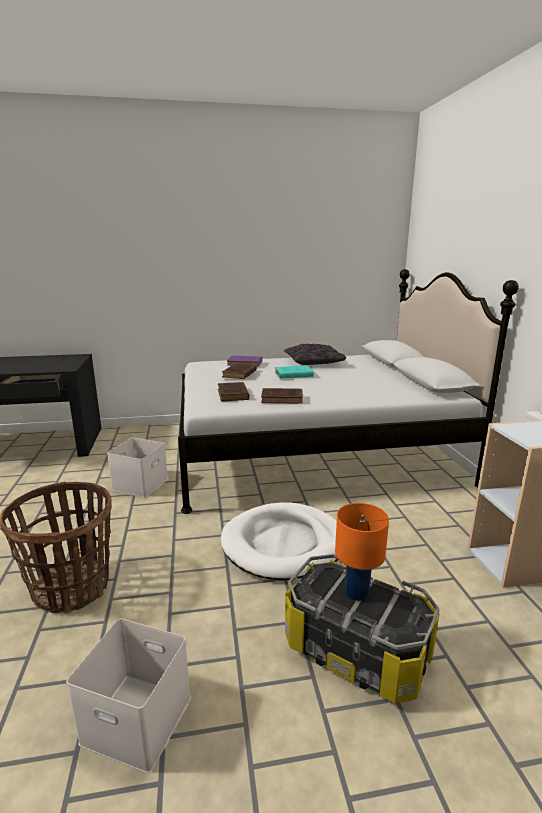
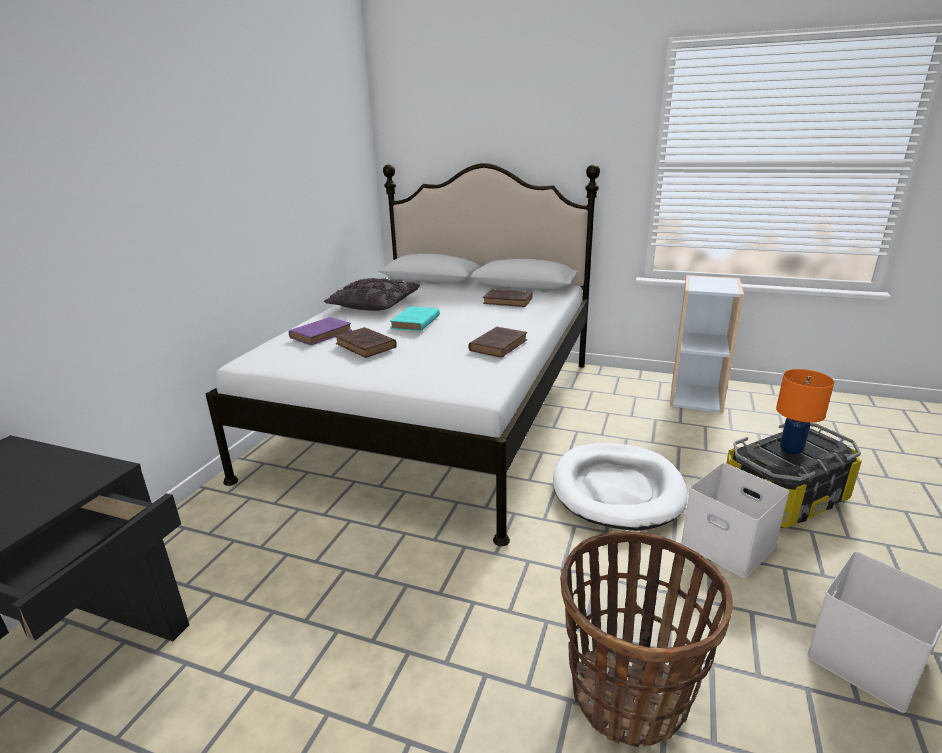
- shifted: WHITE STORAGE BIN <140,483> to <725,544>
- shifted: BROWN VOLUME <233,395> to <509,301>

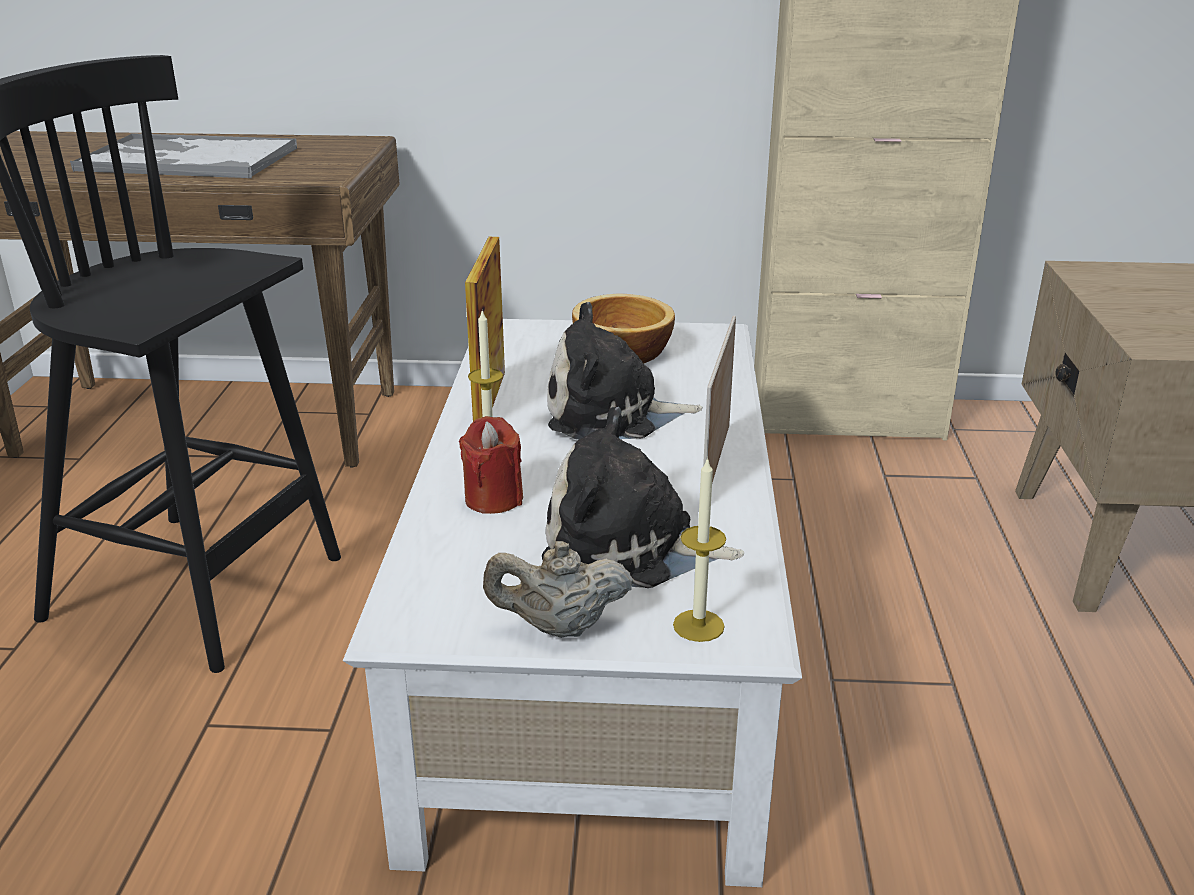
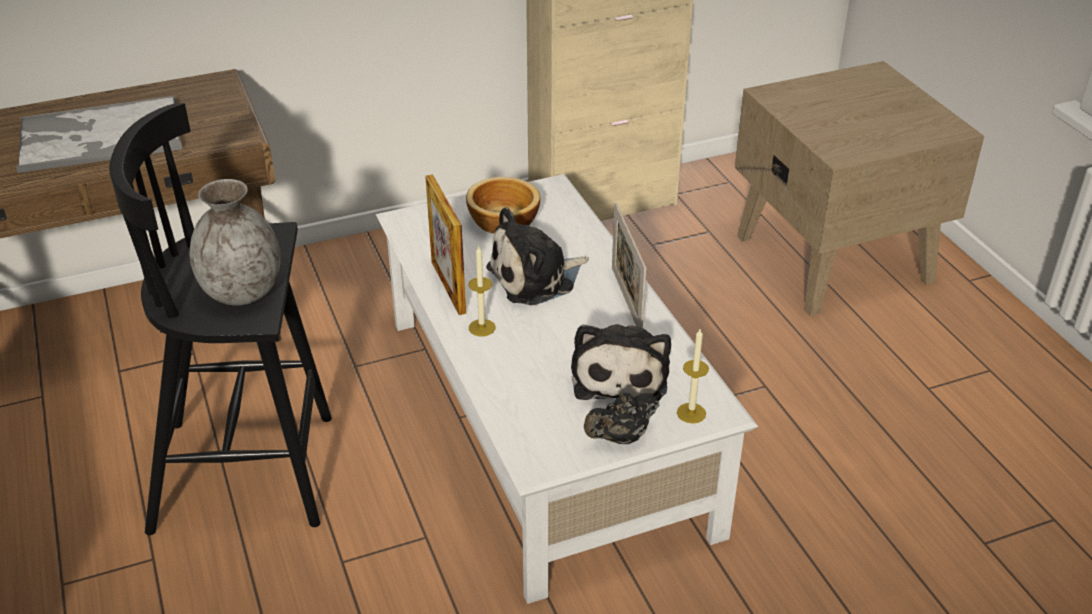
- gone: RED CANDLE <493,499>
- new: GREY FLOWER VASE <243,292>
- repainted: SAND-COLOURED POT FOR TEA <559,627> to BLACK-COLOURED POT FOR TEA <621,438>
- rotated: SOFT TOY <629,547> = <620,374> 75 degrees counterclockwise

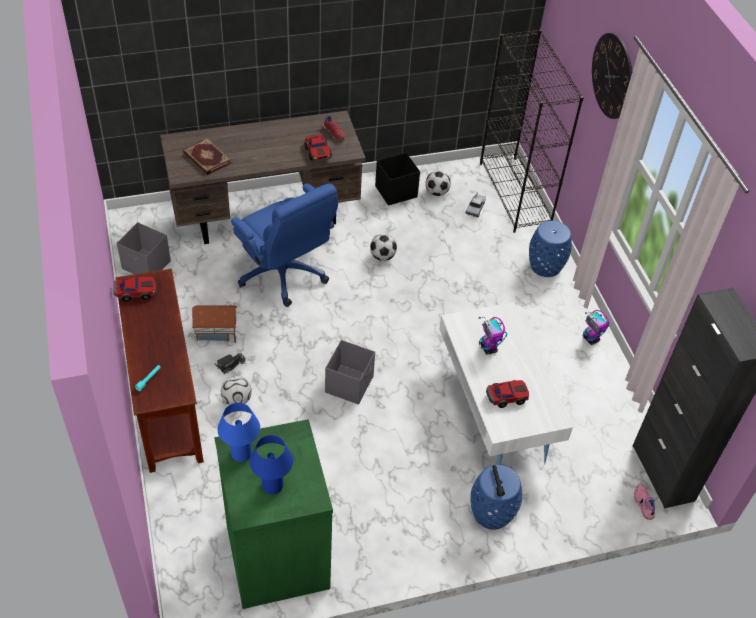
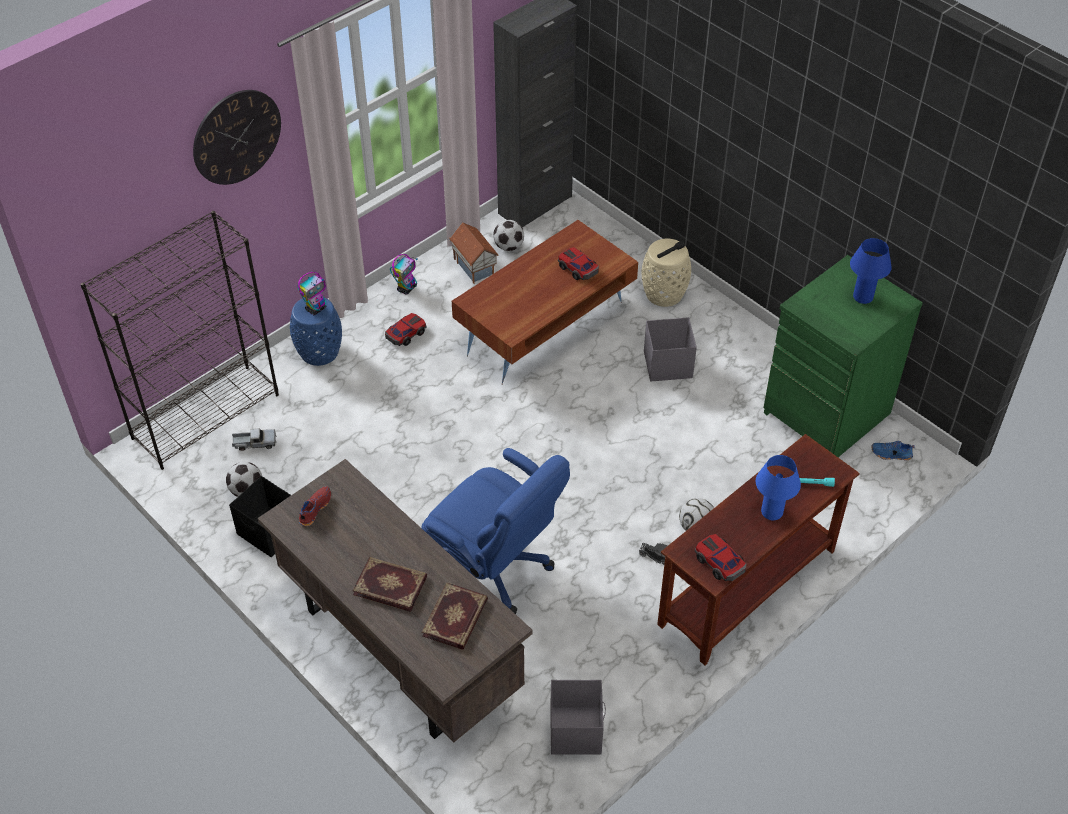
- gone: PINK-COLOURED LOW SHOE <643,503>
- new: VOLUME <390,584>
- new: BLUE LOW SHOE <891,454>
- shifted: TOY HOUSE <216,333> to <475,266>
- shifted: BLUE TABLETOP LAMP <241,453> to <772,512>
- shifted: MODEL CAR <318,152> to <405,334>
- shifted: GREY STORAGE BIN <350,384> to <667,365>
- shifted: FOOTBALL <382,256> to <509,247>
- shifted: MODEL ROBOT <488,348> to <316,308>
- repainted: WHITE LOW TABLE <494,406> to BROWN LOW TABLE <545,329>
- repainted: BLUE STOOL SEAT <491,513> to SAND-COLOURED STOOL SEAT <664,294>
- rotated: BLUE COMPUTER CHAIR <285,277> = <494,573> 105 degrees clockwise

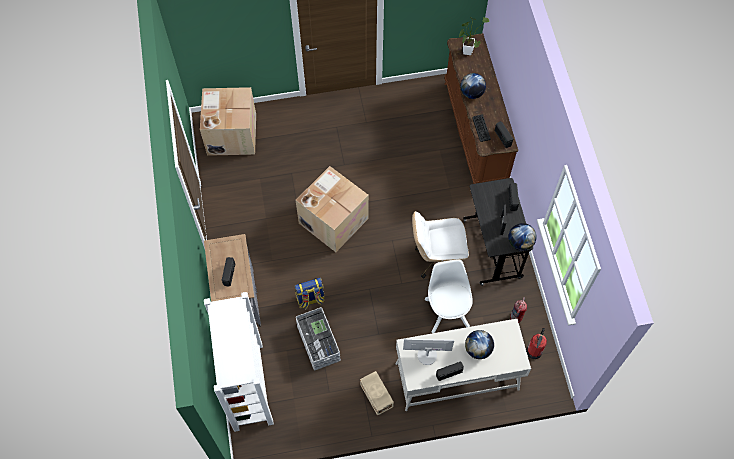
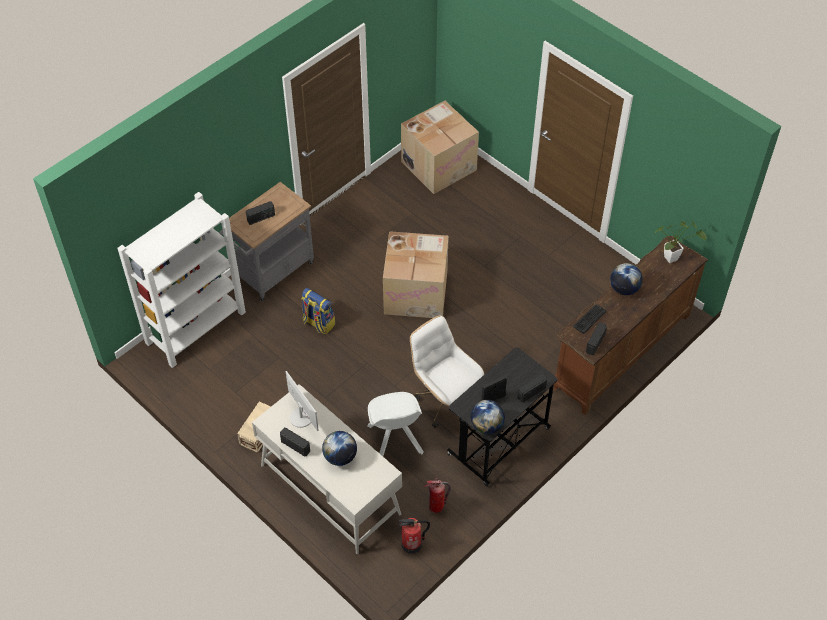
- gone: GREY STORAGE BIN <319,342>
- rotated: WHITE CHAIR <447,311> = <395,440> 120 degrees clockwise

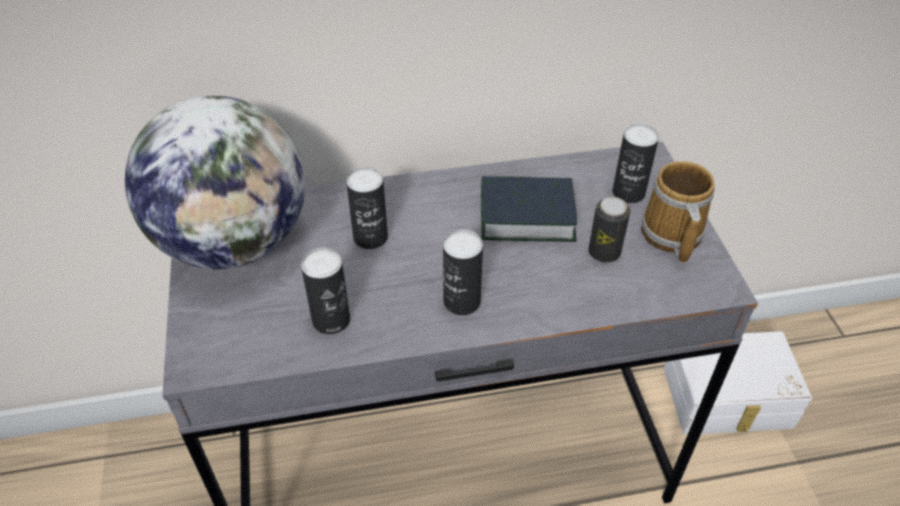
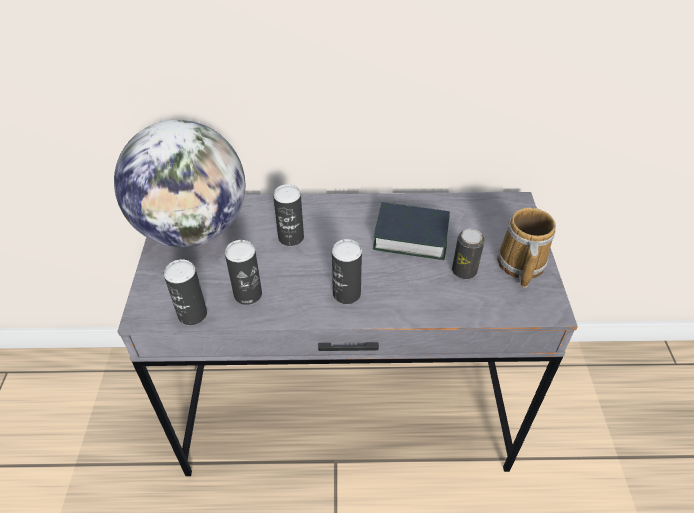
- gone: WHITE STORAGE BIN <728,399>
- shifted: CAN <628,193> to <192,314>

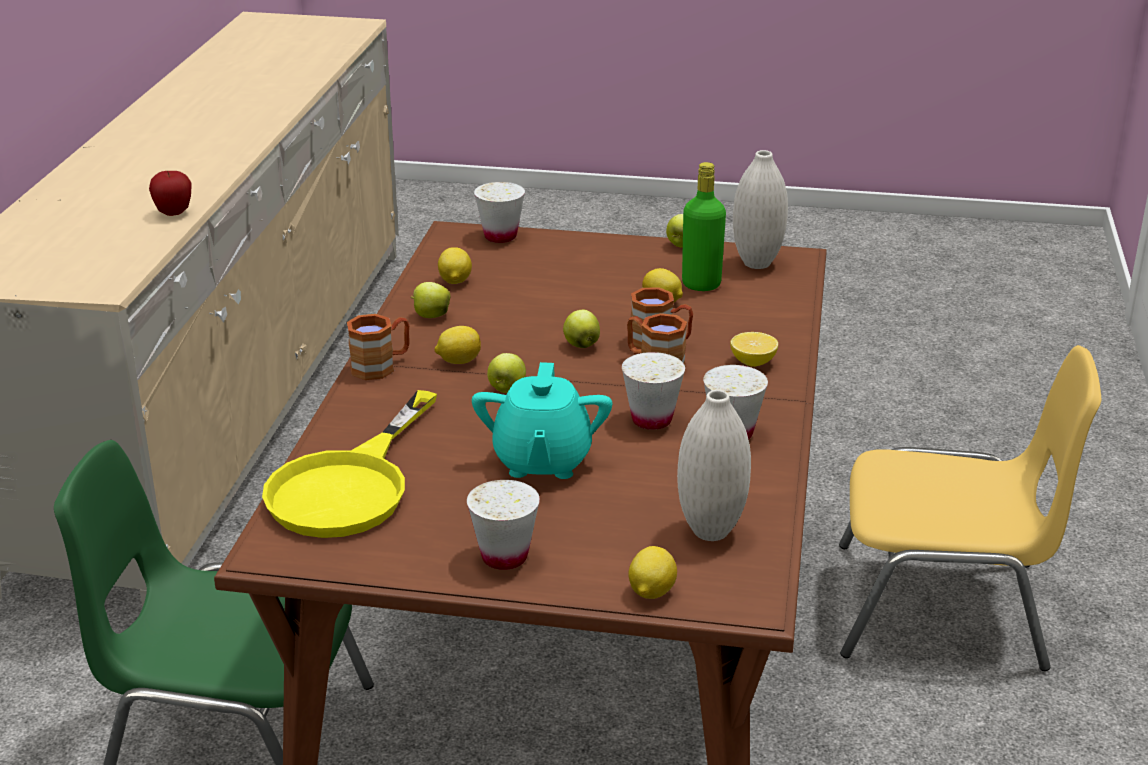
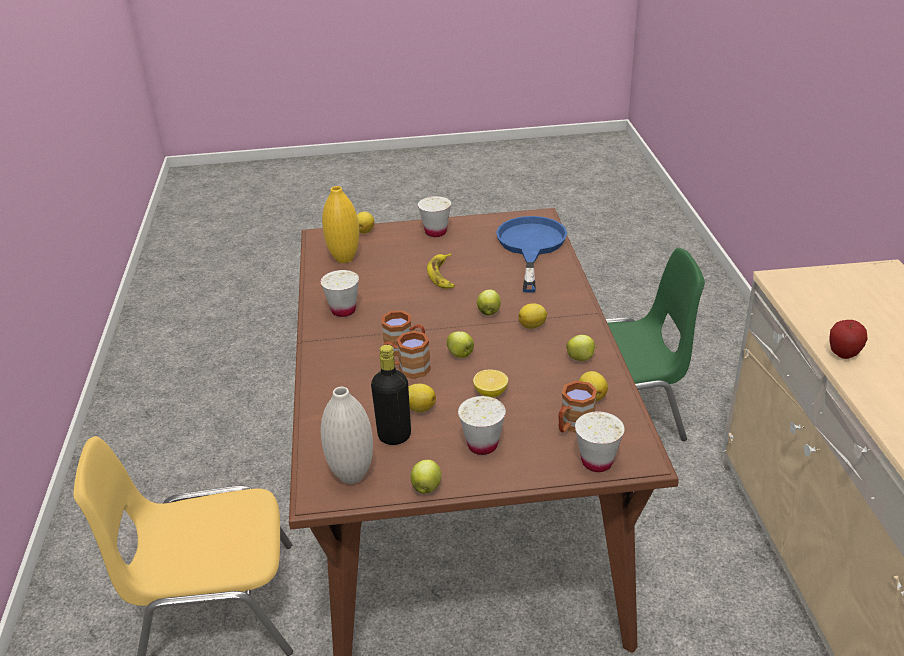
- shifted: BROWN MUG <381,366> to <573,425>
- shifted: WHITE SMALL CUP <651,420> to <482,445>
- shifted: CITRUS FRUIT <753,362> to <490,393>
- swapped: TURQUOISE-COLOURED POT FOR TEA <542,461> to BANANA FRUIT <443,275>
- repainted: YELLOW PAN <350,485> to BLUE PAN <530,246>
- repainted: WHITE FLOWER VASE <710,531> to YELLOW FLOWER VASE <344,259>
- repainted: GREEN-COLOURED BEVERAGE BOTTLE <701,284> to BLACK-COLOURED BEVERAGE BOTTLE <394,436>

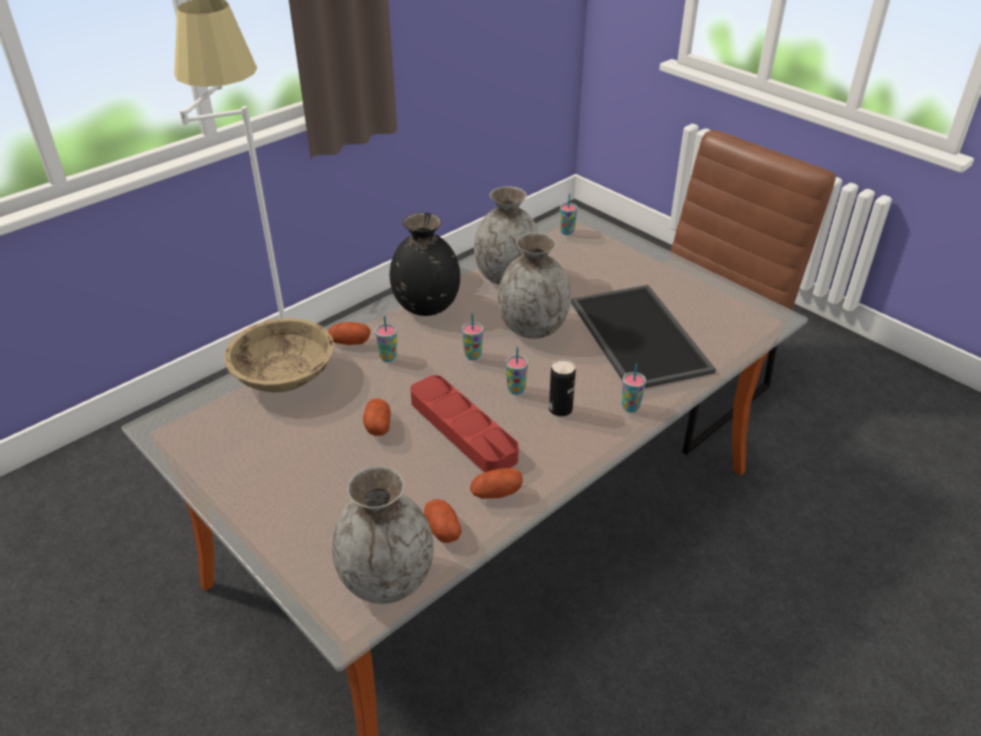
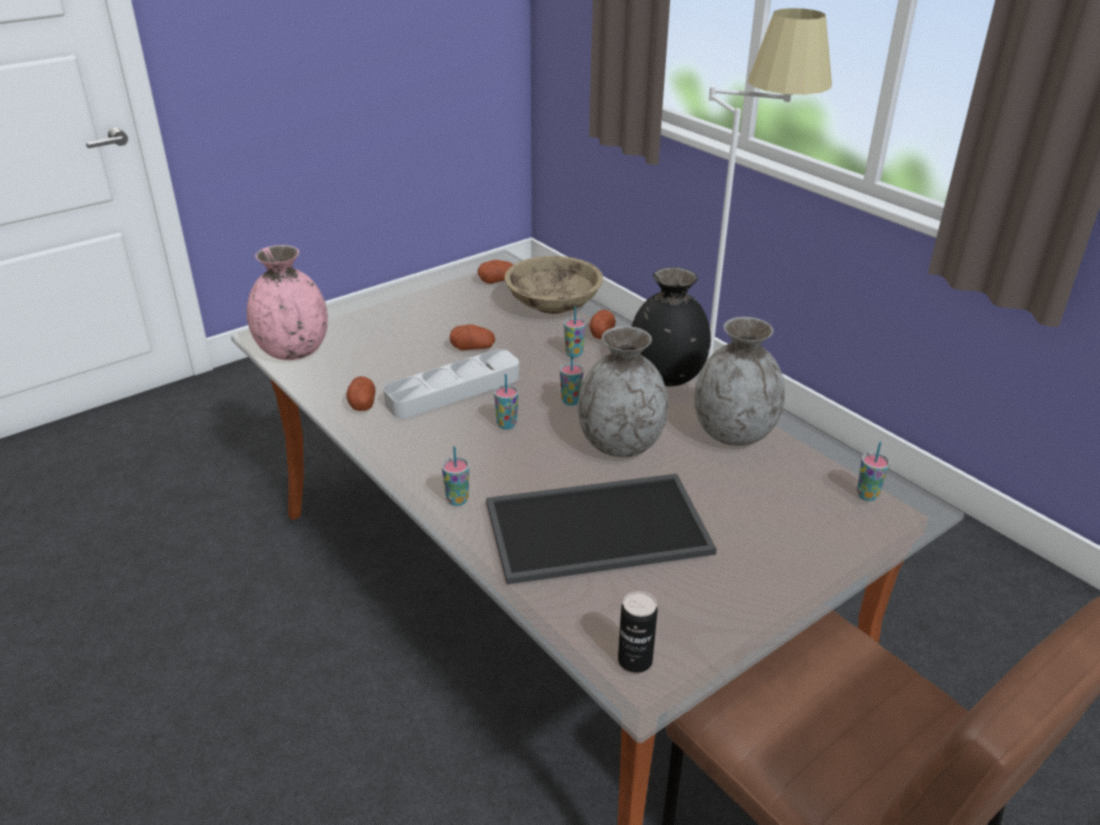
- shifted: WHOLE POTATO <442,529> to <497,281>
- shifted: CAN <560,409> to <635,660>
- repainted: GREY FLOWER VASE <387,580> to PINK-COLOURED FLOWER VASE <293,351>
- repainted: RED TRAY <462,429> to GREY TRAY <453,390>

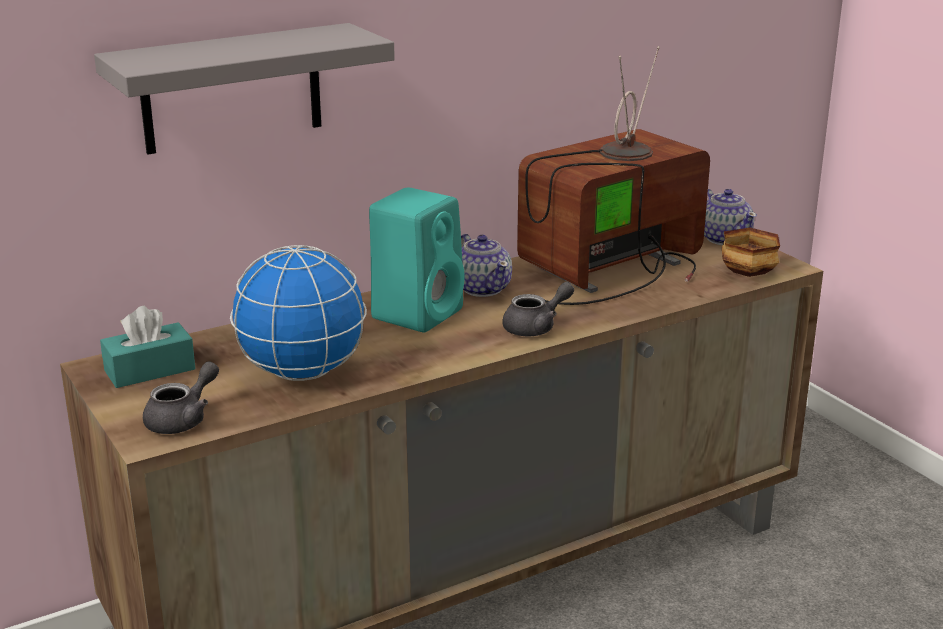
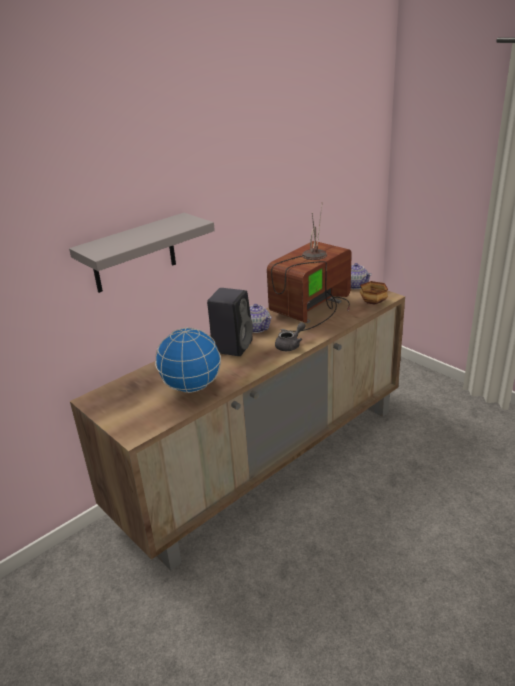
- gone: TURQUOISE-COLOURED TISSUE BOX <150,370>
- gone: GREY POT FOR TEA <183,419>
- repainted: TURQUOISE-COLOURED LOUDSPEAKER <418,313> to BLACK-COLOURED LOUDSPEAKER <232,346>

